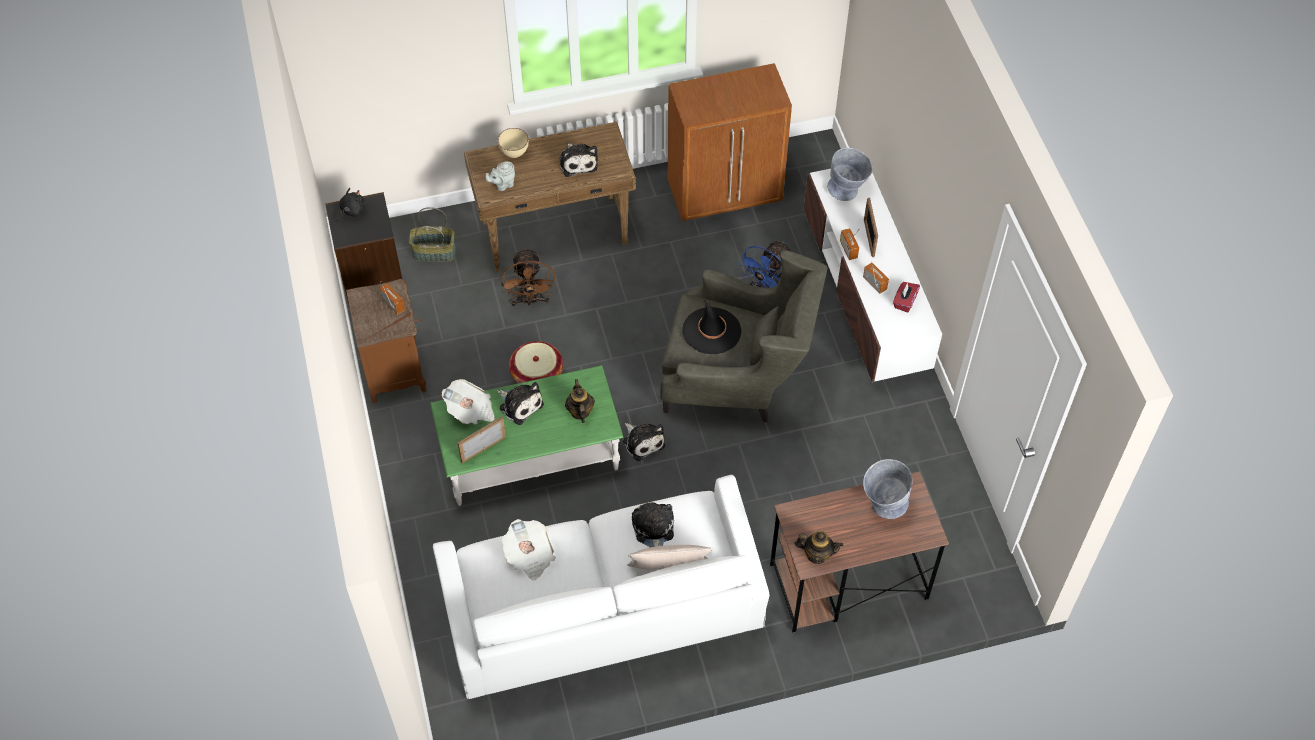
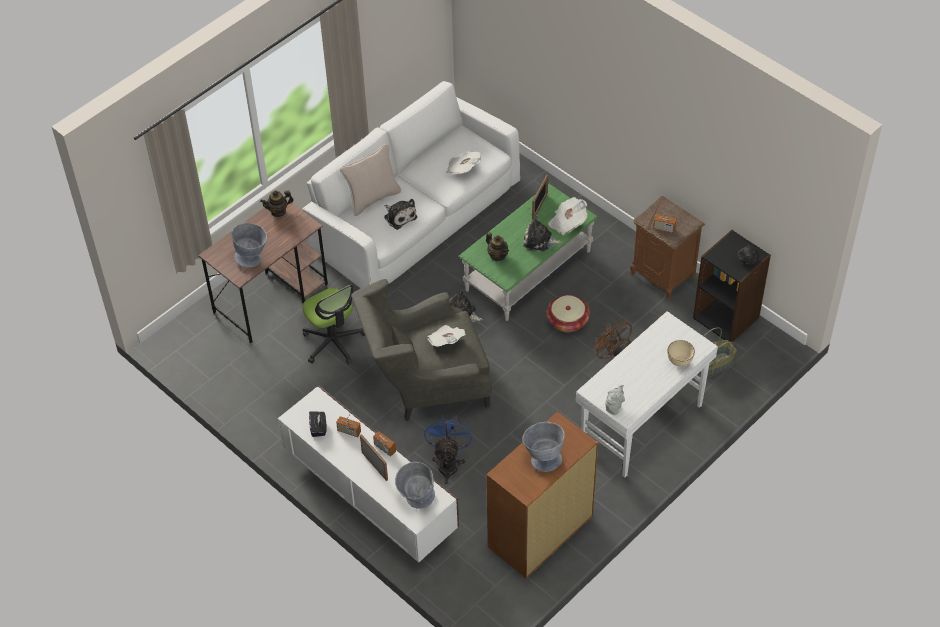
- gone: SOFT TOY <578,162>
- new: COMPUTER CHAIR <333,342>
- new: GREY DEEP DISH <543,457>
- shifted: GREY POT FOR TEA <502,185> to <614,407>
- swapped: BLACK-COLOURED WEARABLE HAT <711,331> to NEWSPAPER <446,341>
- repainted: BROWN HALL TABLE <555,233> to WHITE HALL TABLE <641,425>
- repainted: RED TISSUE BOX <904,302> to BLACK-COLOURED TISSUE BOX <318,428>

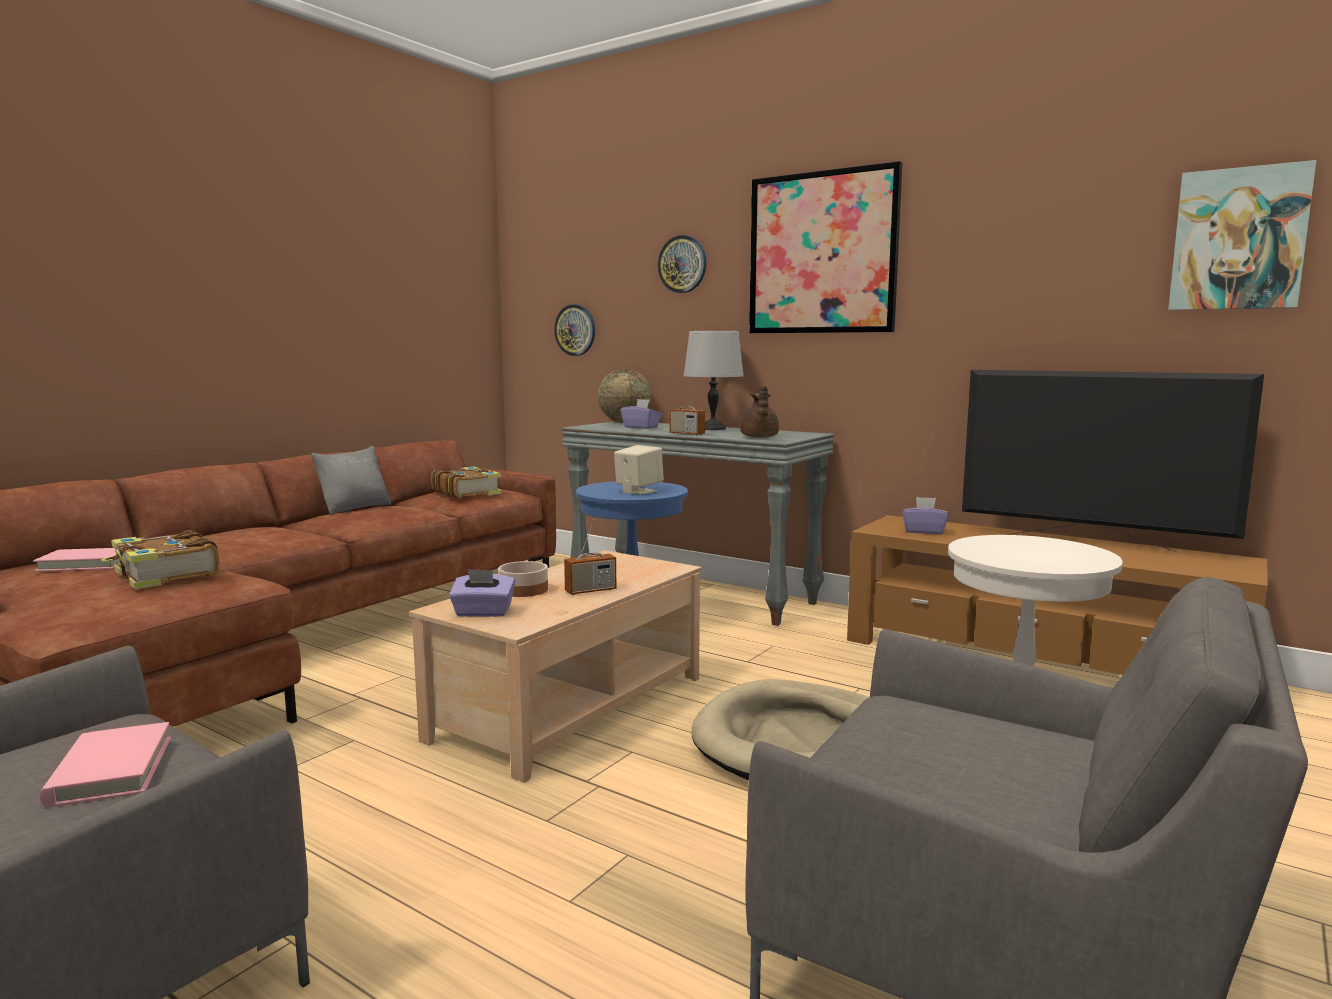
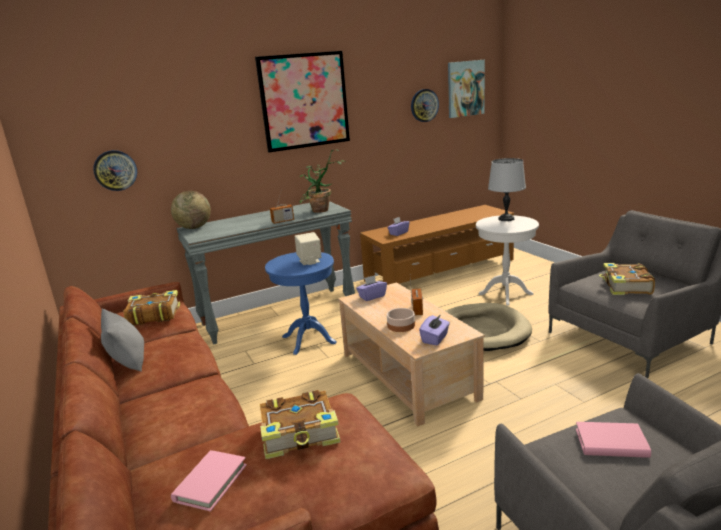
- gone: TELEVISION <1090,543>
- new: VOLUME <625,287>
- shifted: PURPLE TISSUE BOX <641,427> to <372,296>
- shifted: HANGING CLOCK <682,264> to <424,105>
- shifted: GREY TABLETOP LAMP <713,428> to <506,219>
- swapped: BROWN POT FOR TEA <758,437> to PLANT IN A POT <321,211>

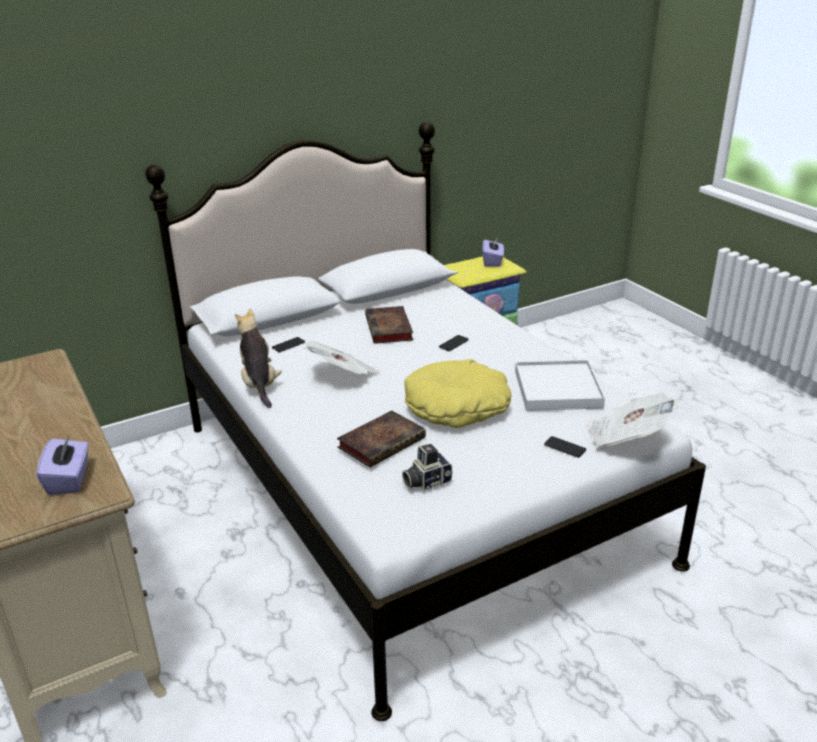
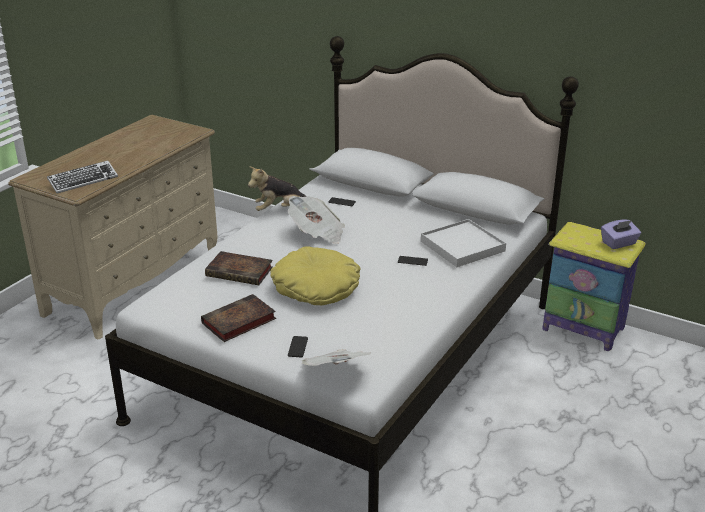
- gone: PHOTO CAMERA <426,481>
- shifted: VOLUME <389,329> to <237,322>
- shifted: WHITE TRAY <558,389> to <462,246>
- swapped: PURPLE TISSUE BOX <69,480> to COMPUTER KEYBOARD <83,181>
- rotated: SOFT TOY <259,384> = <280,210> 150 degrees counterclockwise

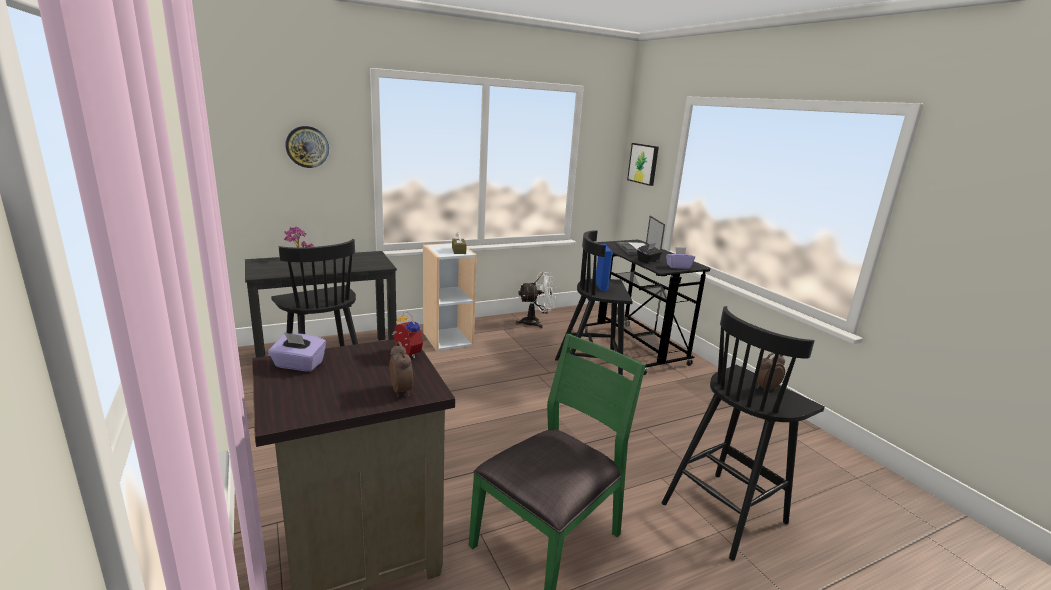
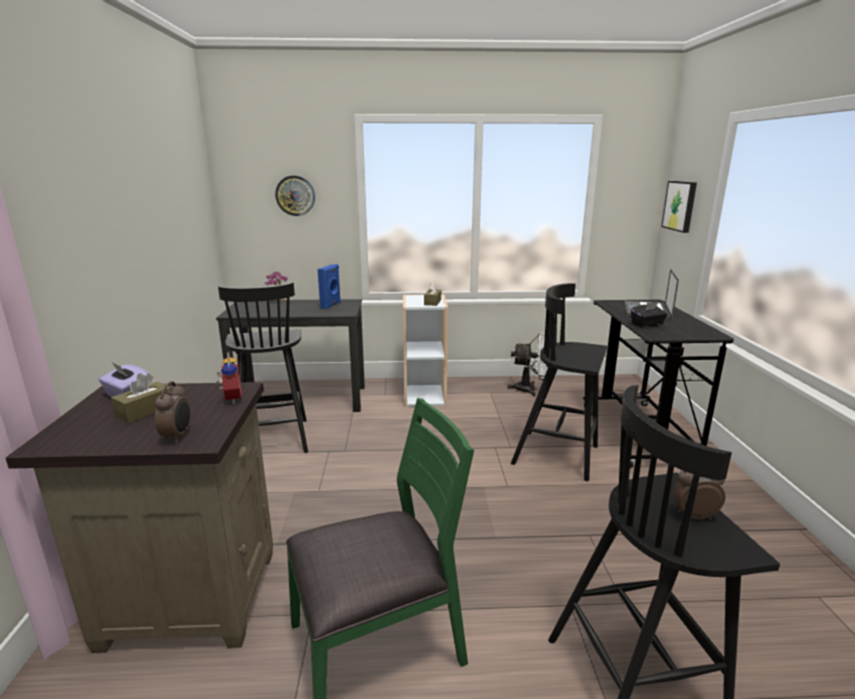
- gone: PURPLE TISSUE BOX <678,266>
- new: BROWN TISSUE BOX <145,411>
- shifted: BLUE LOUDSPEAKER <602,286> to <331,305>

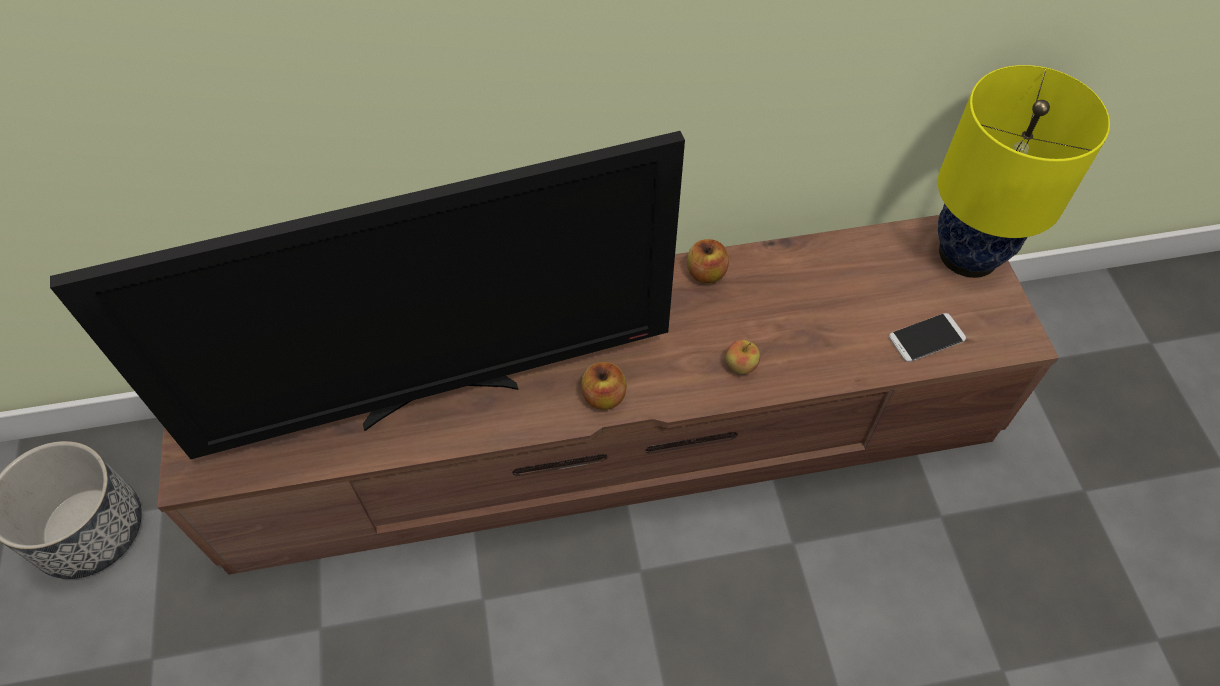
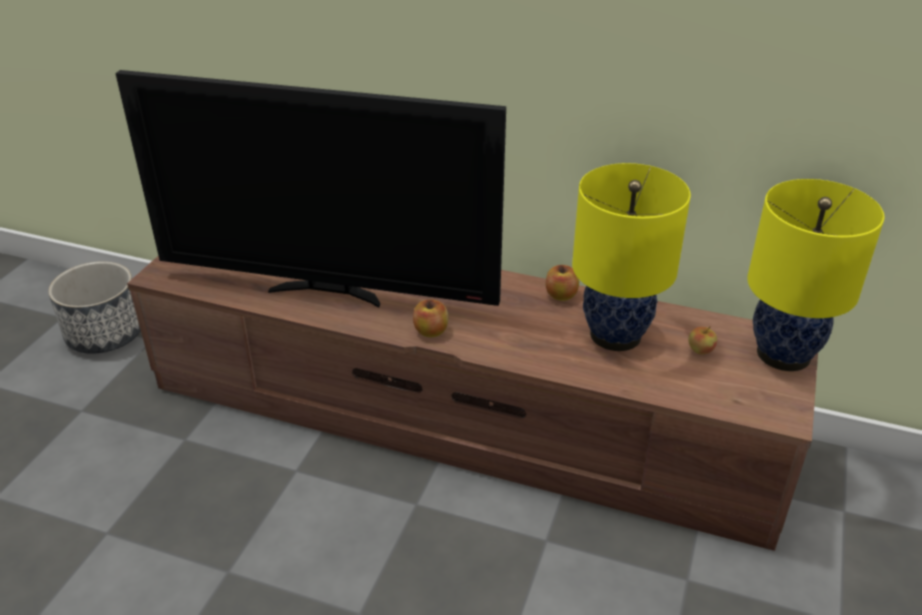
- gone: TELEPHONE <926,338>
- new: YELLOW TABLETOP LAMP <615,335>
- shifted: APPLE <740,365> to <700,350>

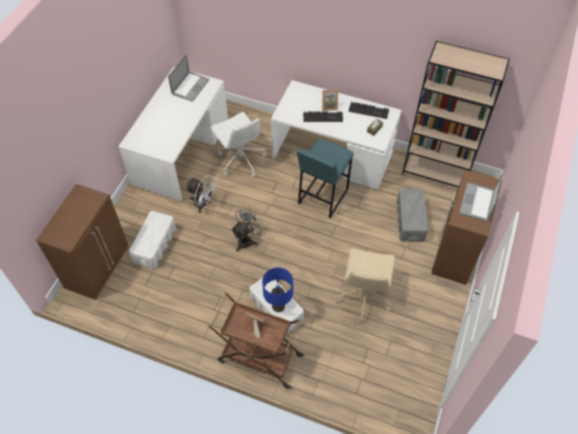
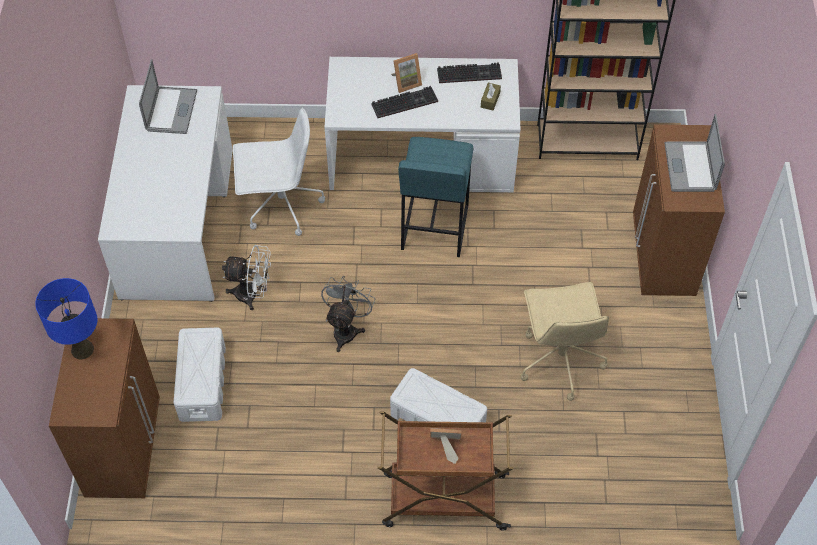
- gone: GREY STORAGE BIN <410,221>
- shifted: BLUE TABLETOP LAMP <278,306> to <82,349>
- rotated: WHITE COMPUTER CHAIR <240,159> = <279,206> 45 degrees counterclockwise

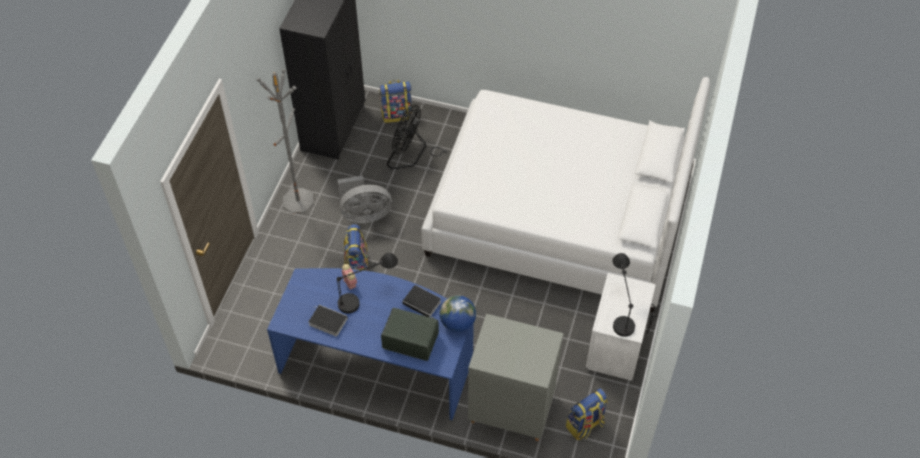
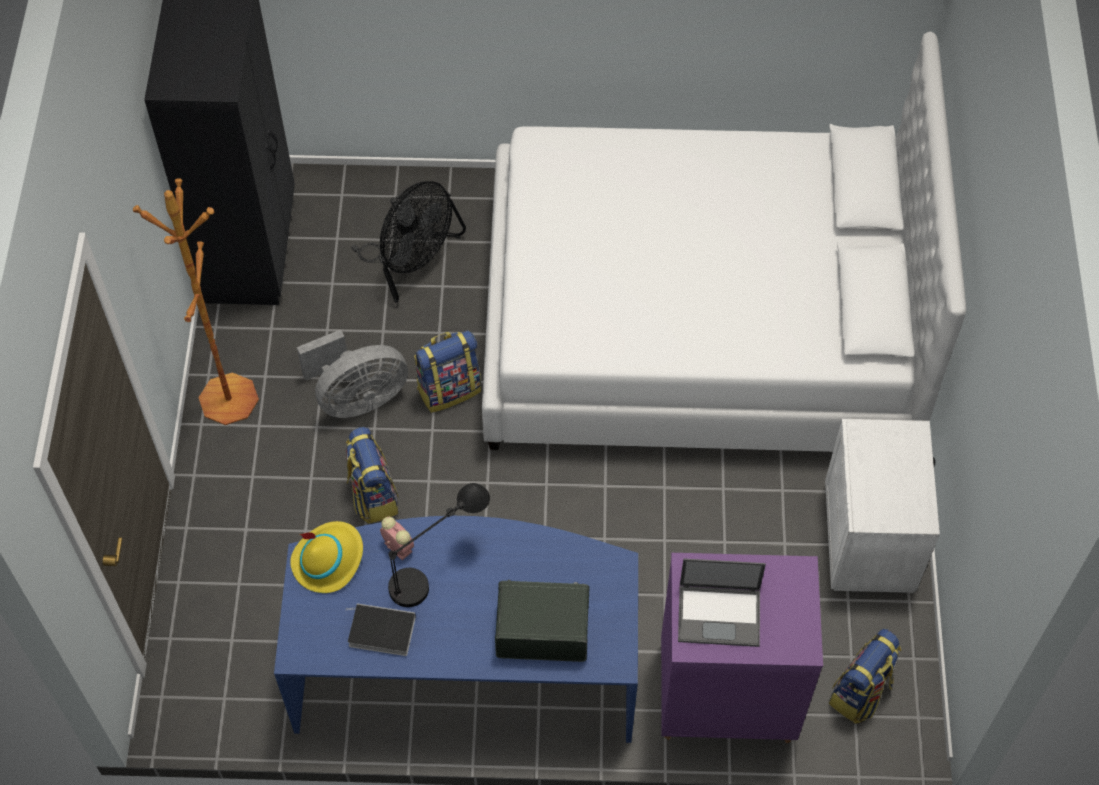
- gone: VOLUME <423,303>
- gone: DESK GLOBE <458,323>
- gone: BLACK-COLOURED TABLETOP LAMP <620,310>
- new: YELLOW WEARABLE HAT <328,559>
- new: PORTABLE COMPUTER <720,614>
- shifted: RUCKSACK <397,114> to <449,389>
- repainted: GREY GARMENT STAND <298,200> to ORANGE GARMENT STAND <228,398>
- repainted: GREY CHEST OF DRAWERS <511,408> to PURPLE CHEST OF DRAWERS <725,694>
- rotated: BLACK-COLOURED ELECTRIC FAN <413,152> = <409,261> 150 degrees counterclockwise

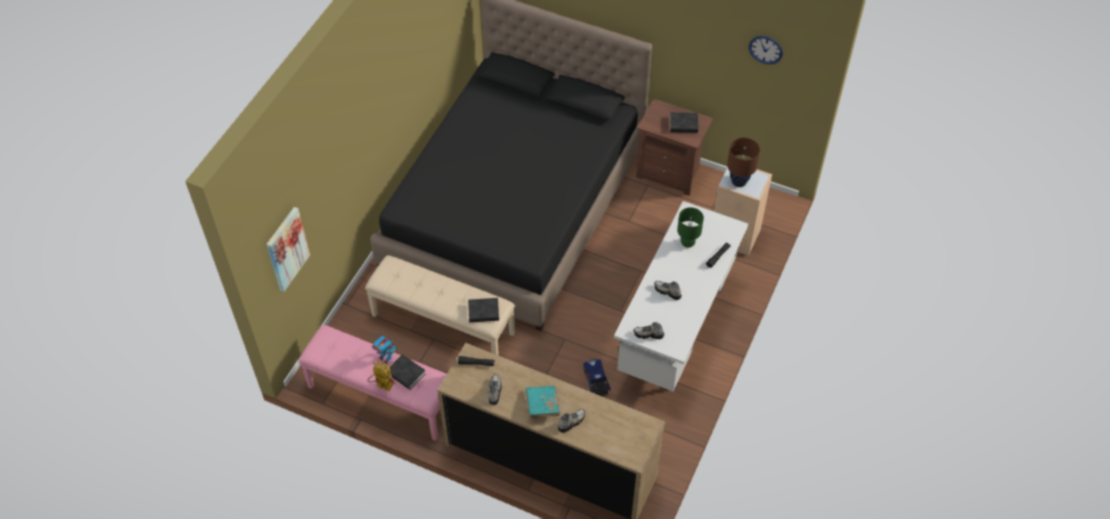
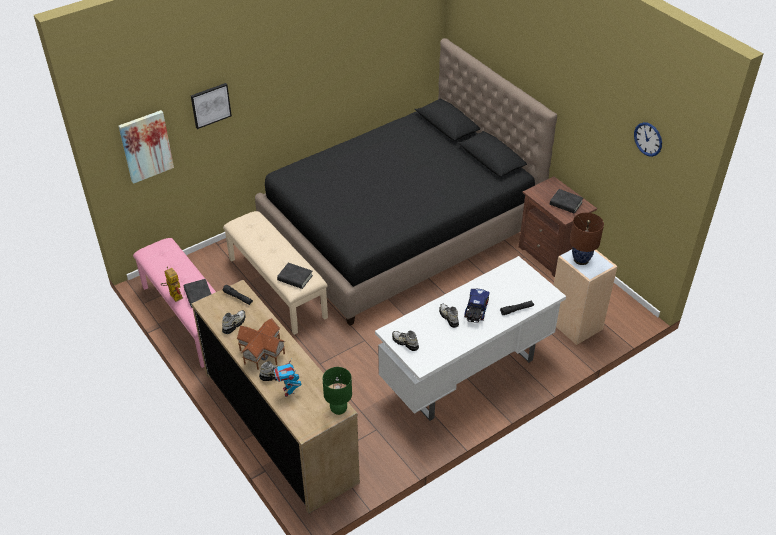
- new: WALL ART <210,105>
- shifted: MODEL ROBOT <386,358> to <288,391>
- shifted: TOY LORRY <596,382> to <476,311>
- shifted: GREEN-COLOURED TABLETOP LAMP <688,244> to <338,410>
- swapped: TURQUOISE-COLOURED VOLUME <542,405> to TOY HOUSE <263,352>

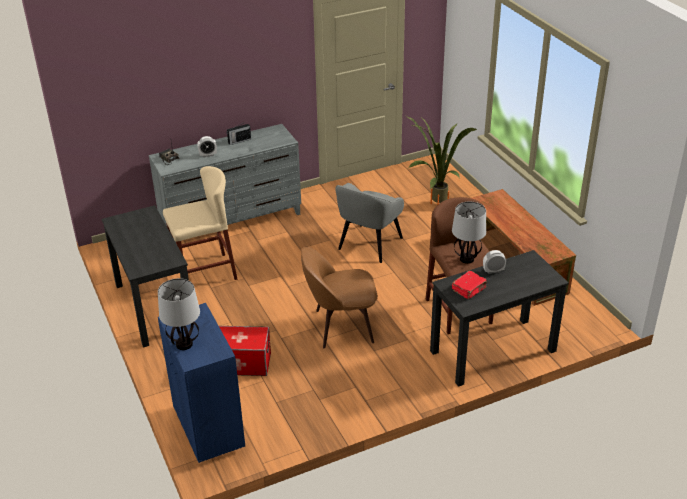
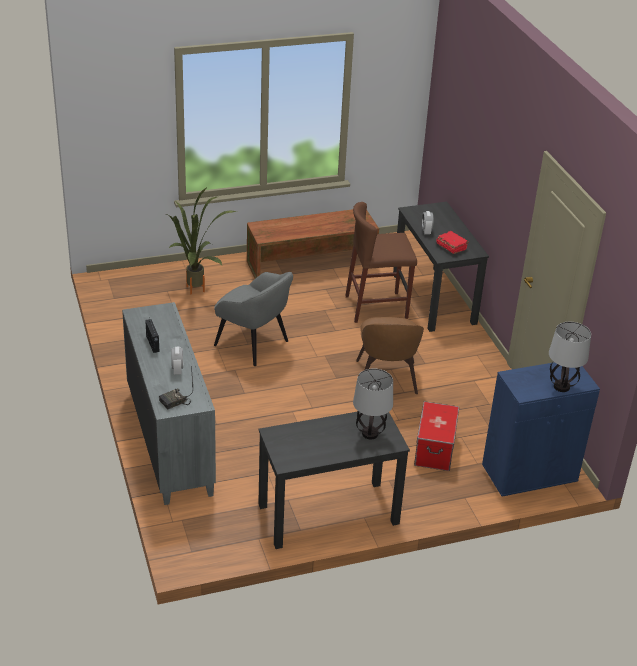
- gone: SAND-COLOURED STOOL SEAT <205,273>
- shifted: TABLETOP LAMP <466,259> to <370,434>

